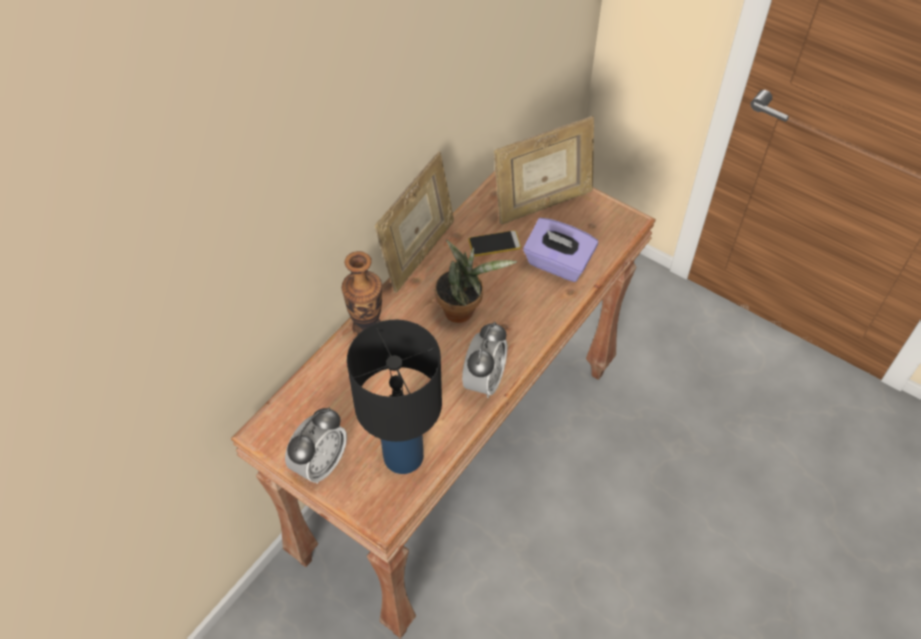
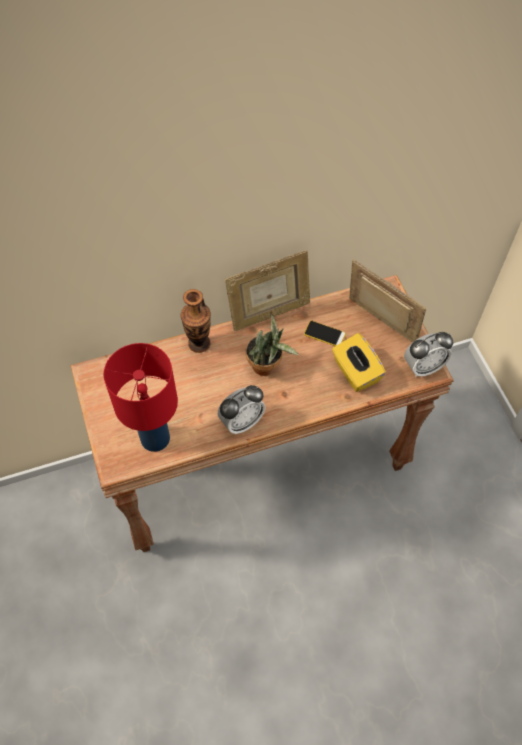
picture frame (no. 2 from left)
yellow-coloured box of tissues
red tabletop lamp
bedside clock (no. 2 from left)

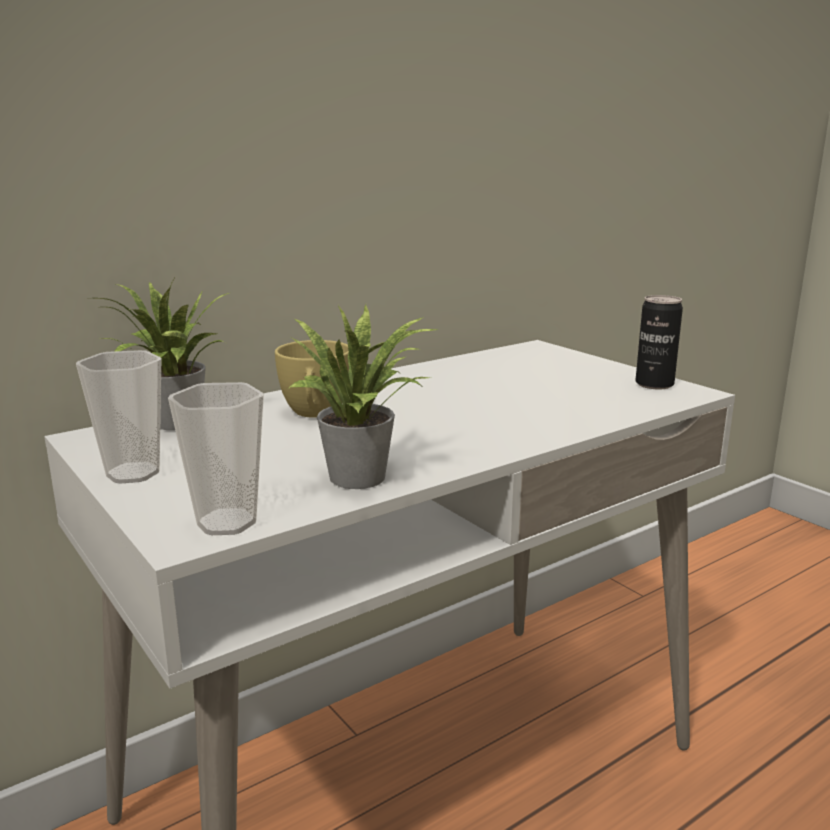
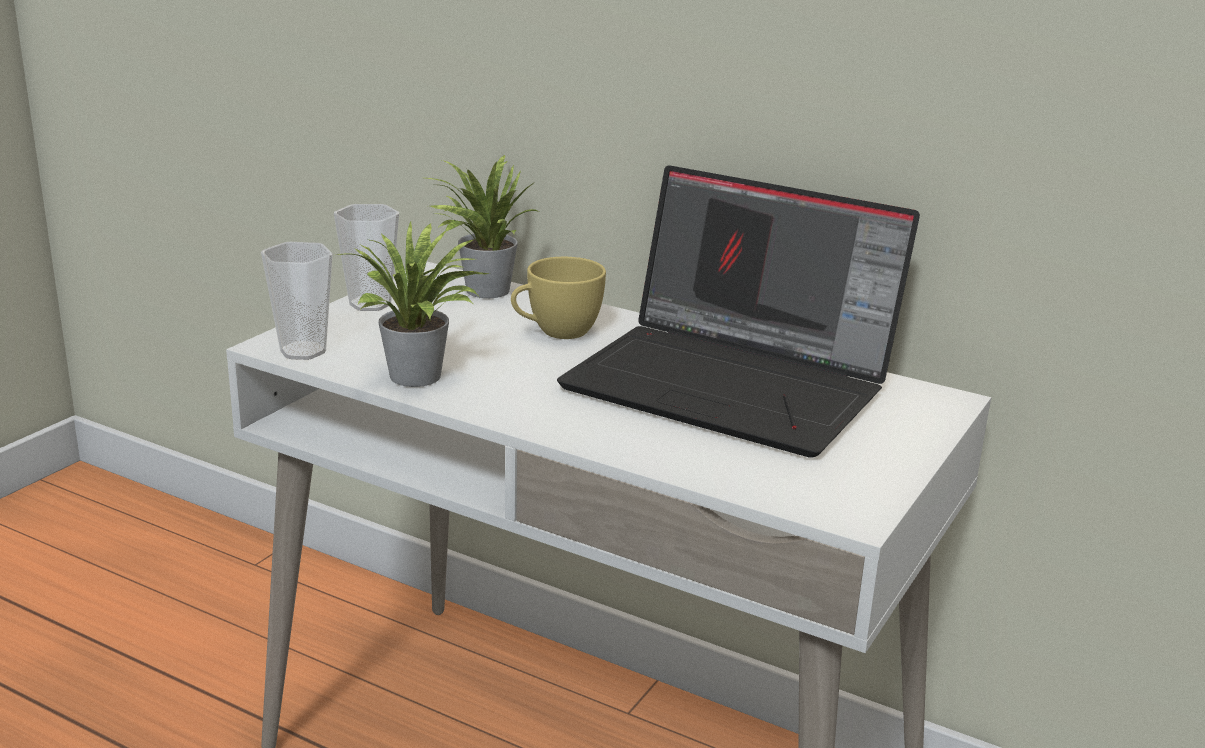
sealed can
laptop

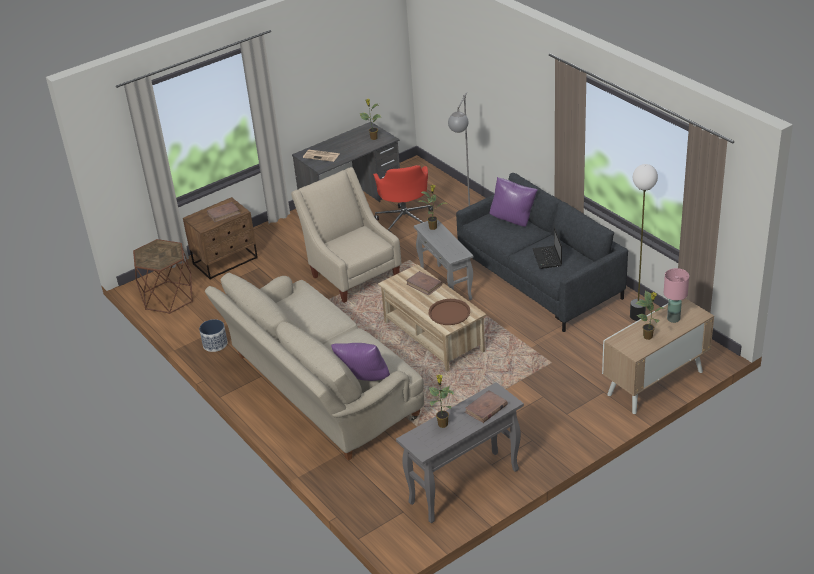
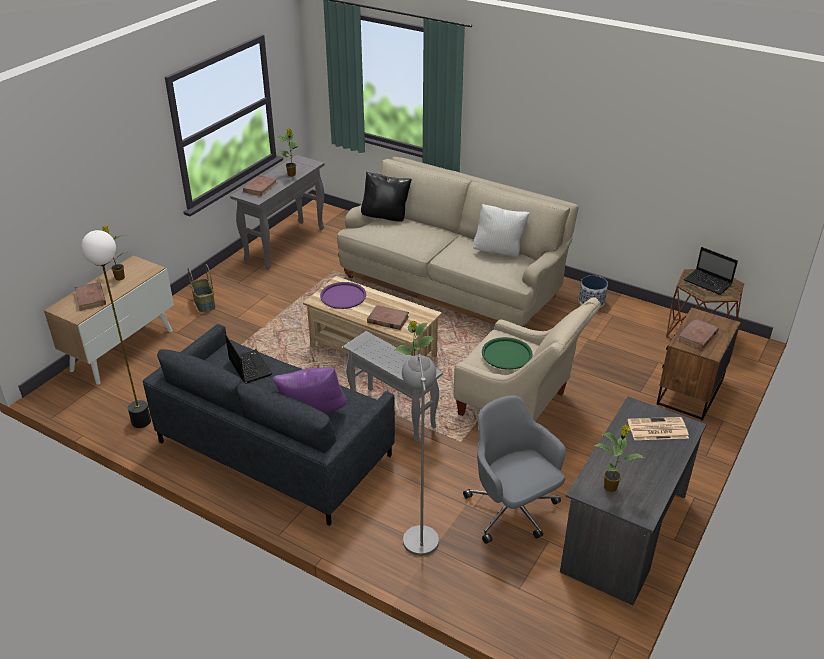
greyish computer chair
brown-coloured volume (no. 1 from left)
purplish carrying tray
blackish cushion
white cushion
laptop (no. 2 from left)
basket
green-coloured carrying tray

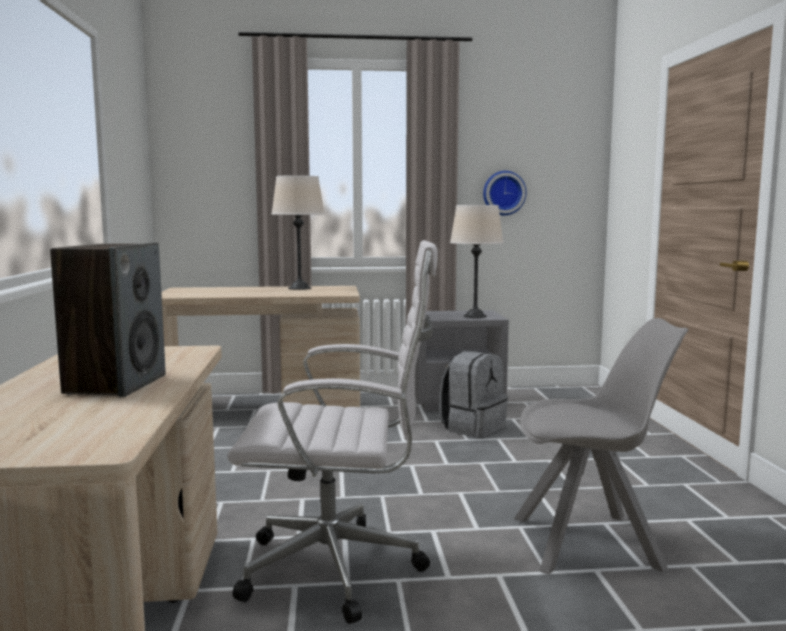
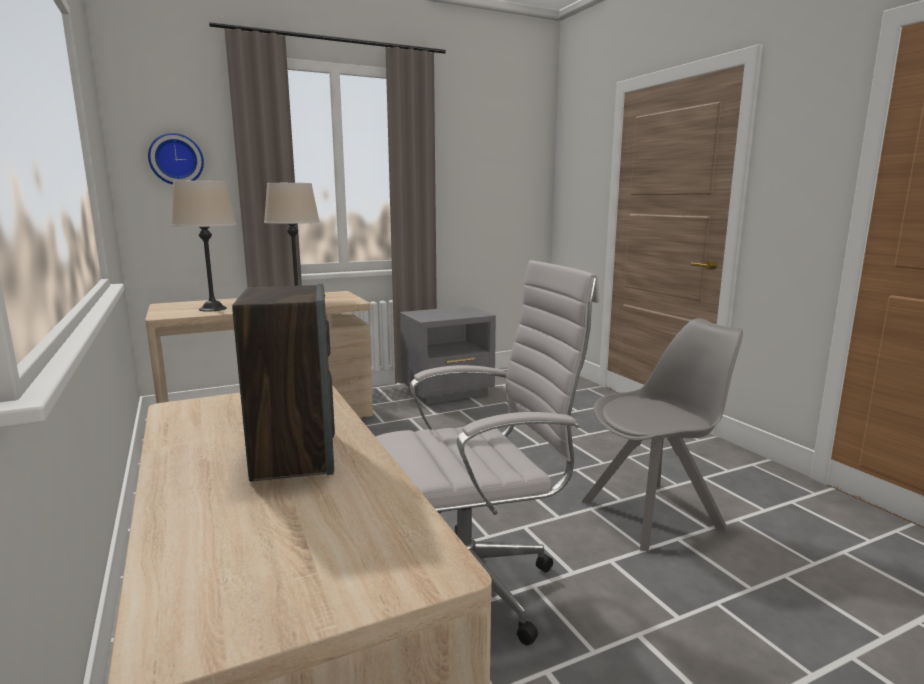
hanging clock
beige-coloured tabletop lamp (no. 1 from left)
greyish knapsack

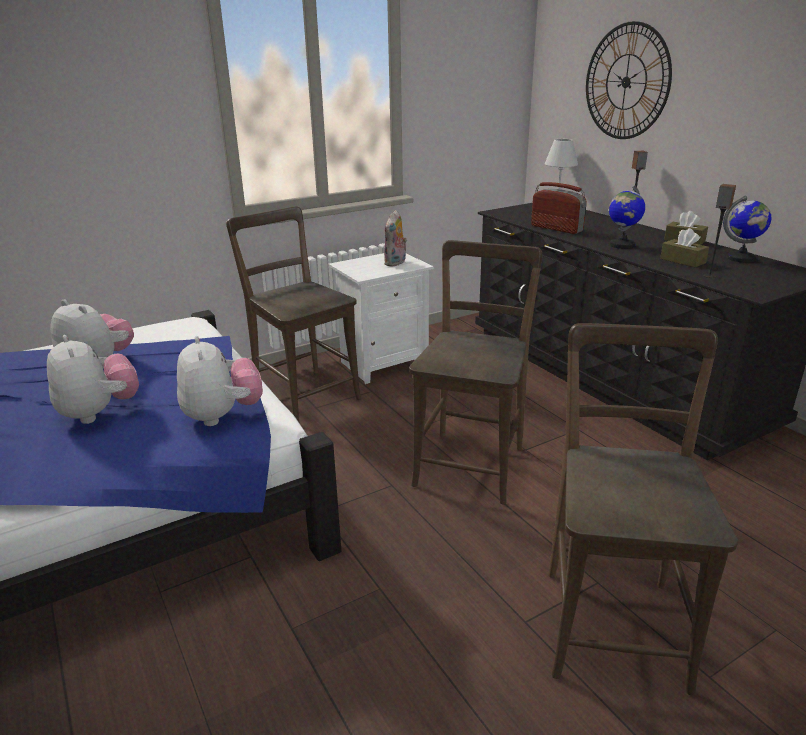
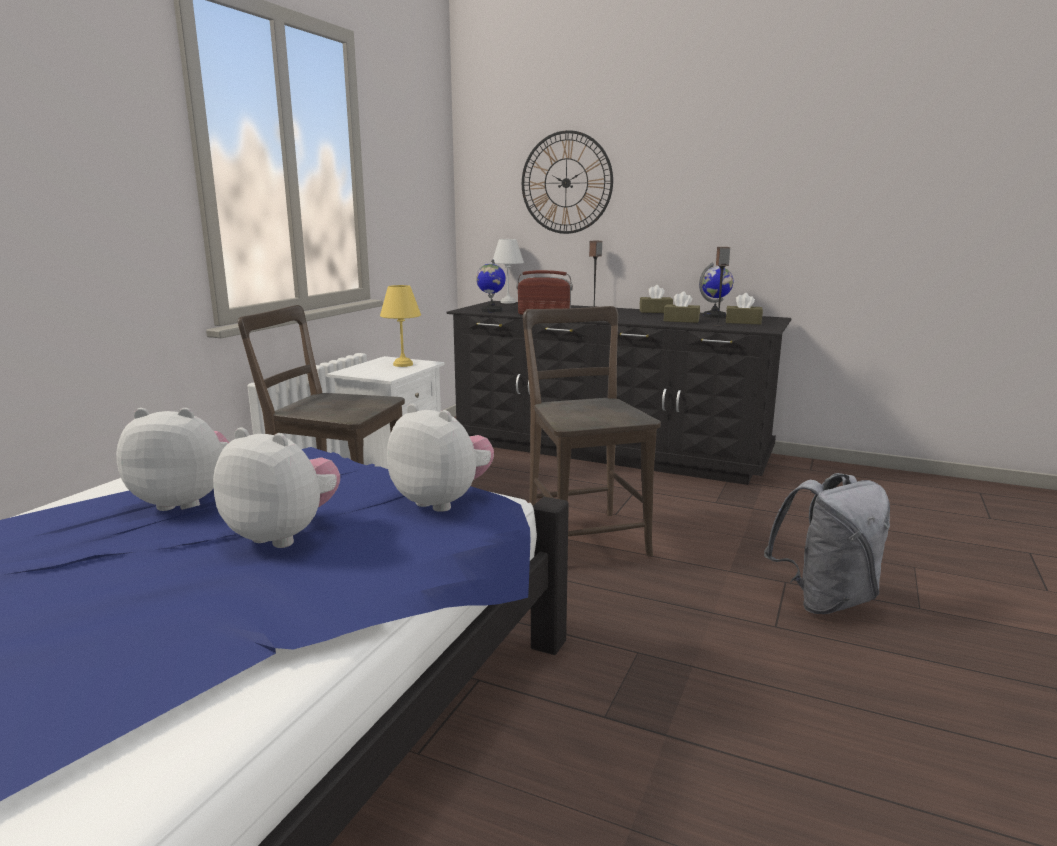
world globe (no. 1 from left)
yellow-coloured tabletop lamp
greyish knapsack
brown-coloured box of tissues (no. 3 from left)

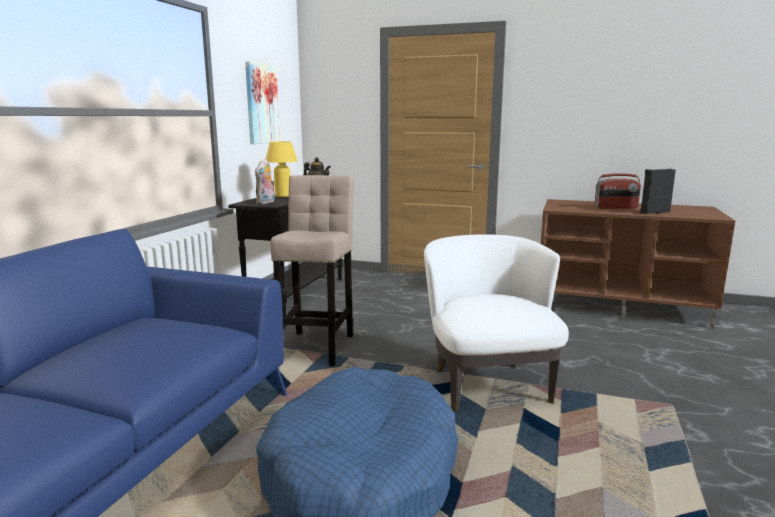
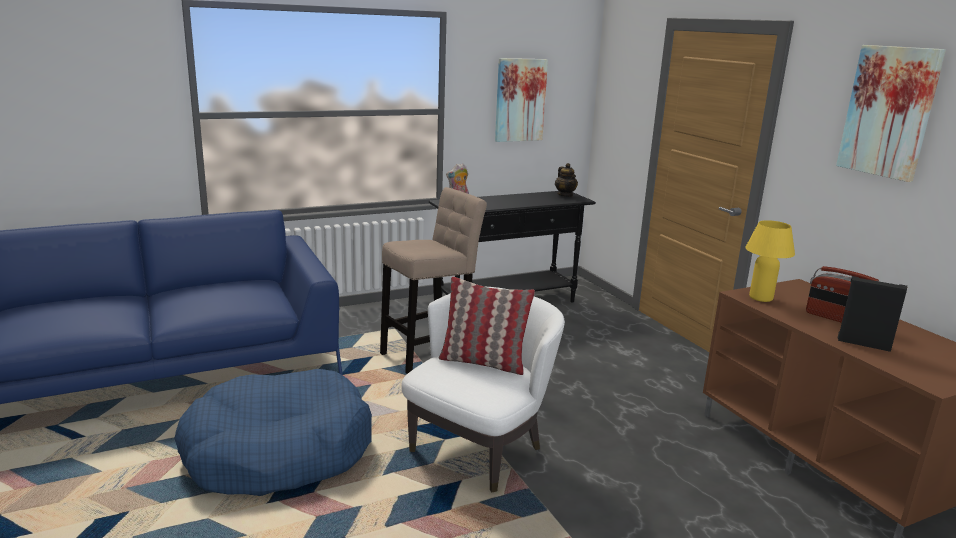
yellow-coloured tabletop lamp
picture (no. 2 from left)
cushion

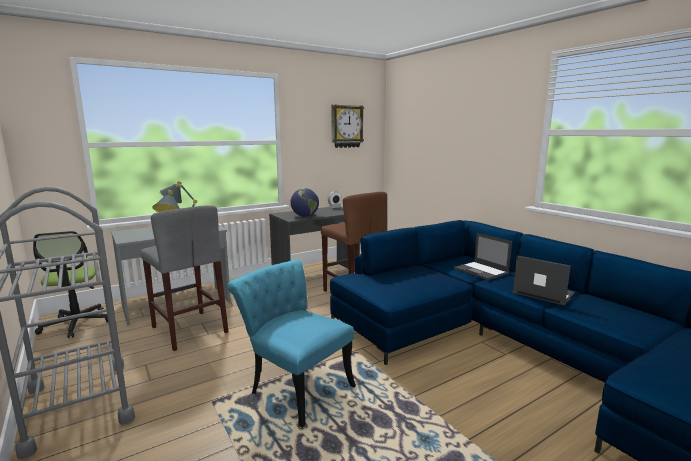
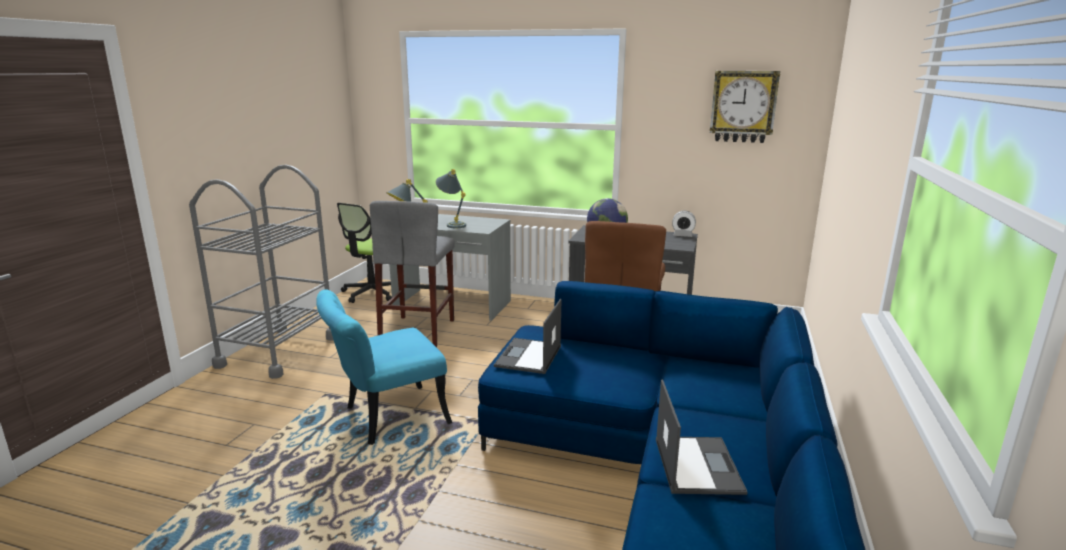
laptop (no. 1 from left)
turquoise-coloured plain chair

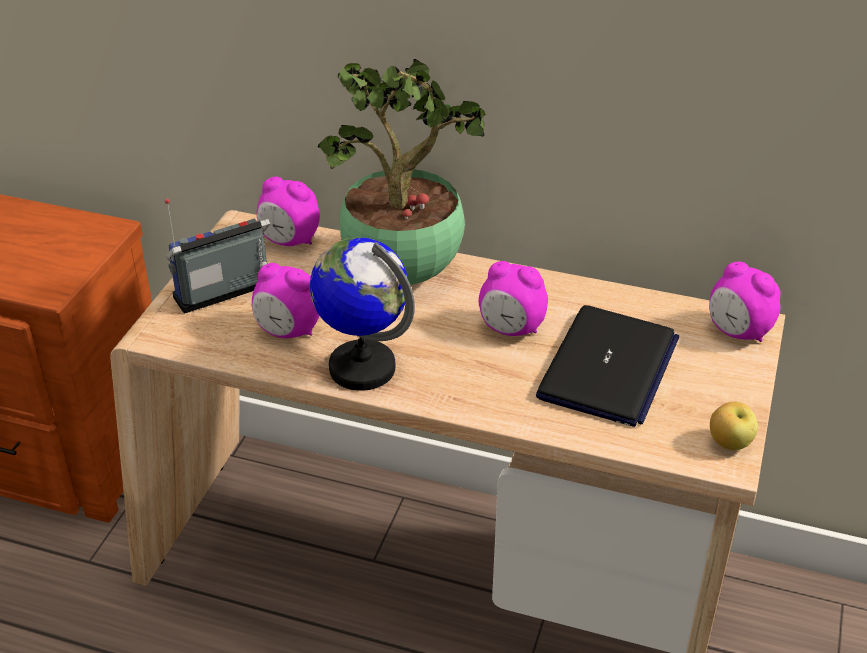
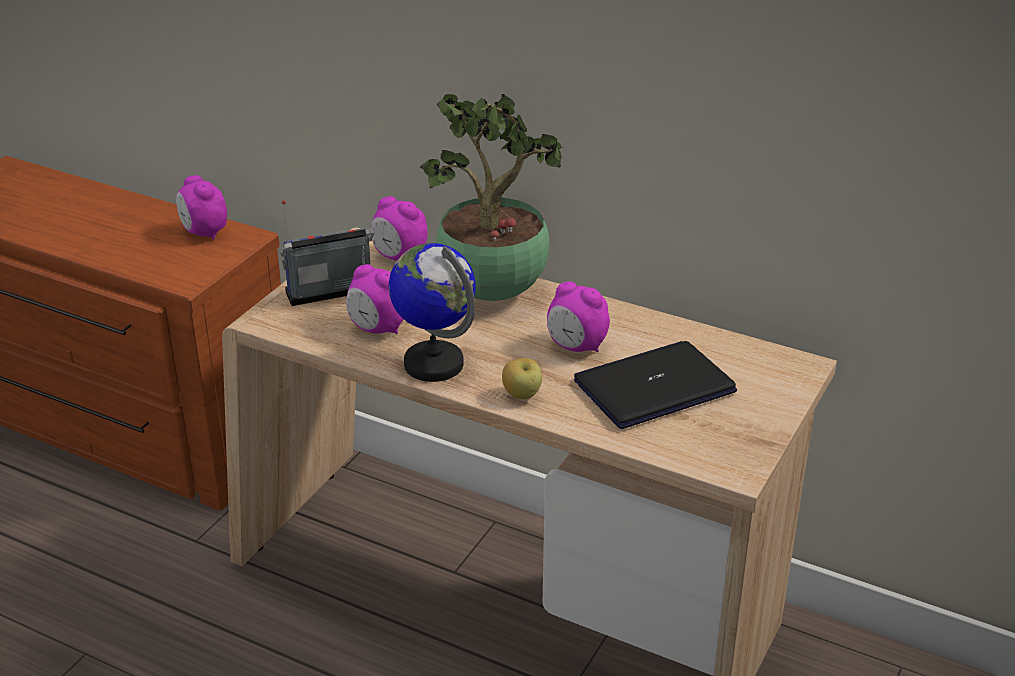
bedside clock (no. 1 from left)
laptop
apple

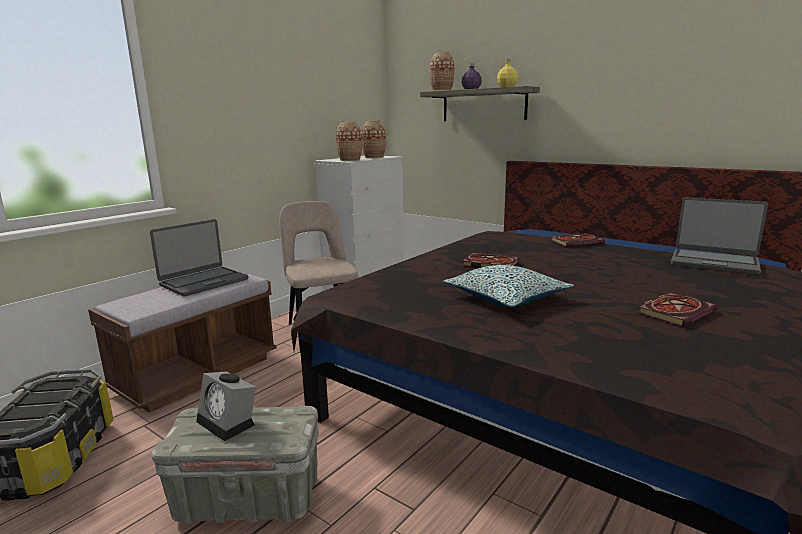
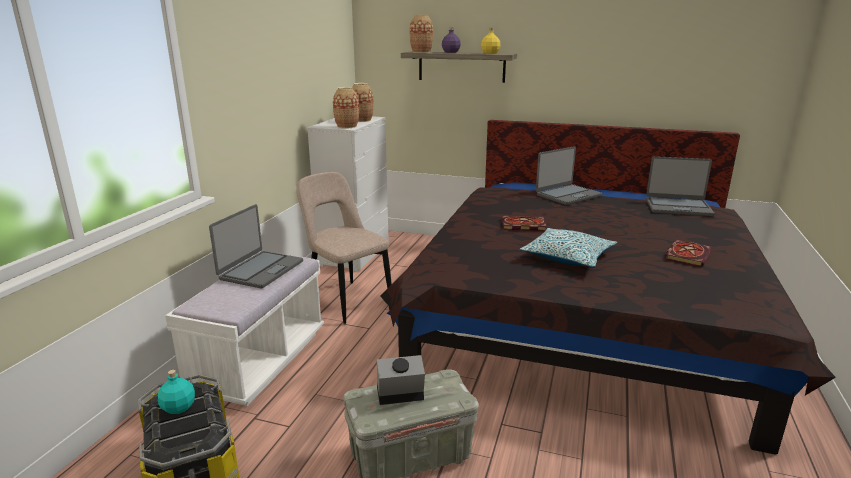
laptop (no. 2 from left)
white indoor bench
bedside clock
turquoise-coloured beverage bottle

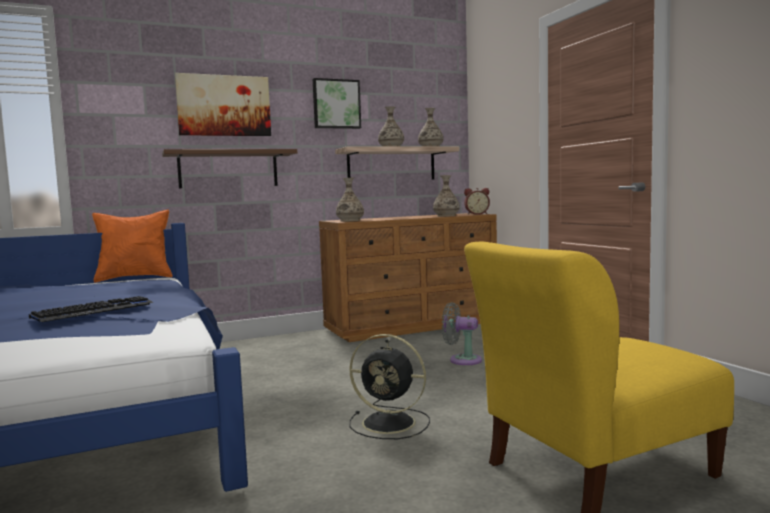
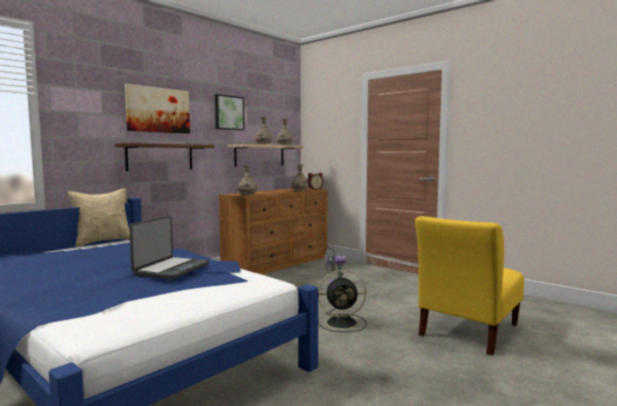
beige-coloured cushion
laptop

